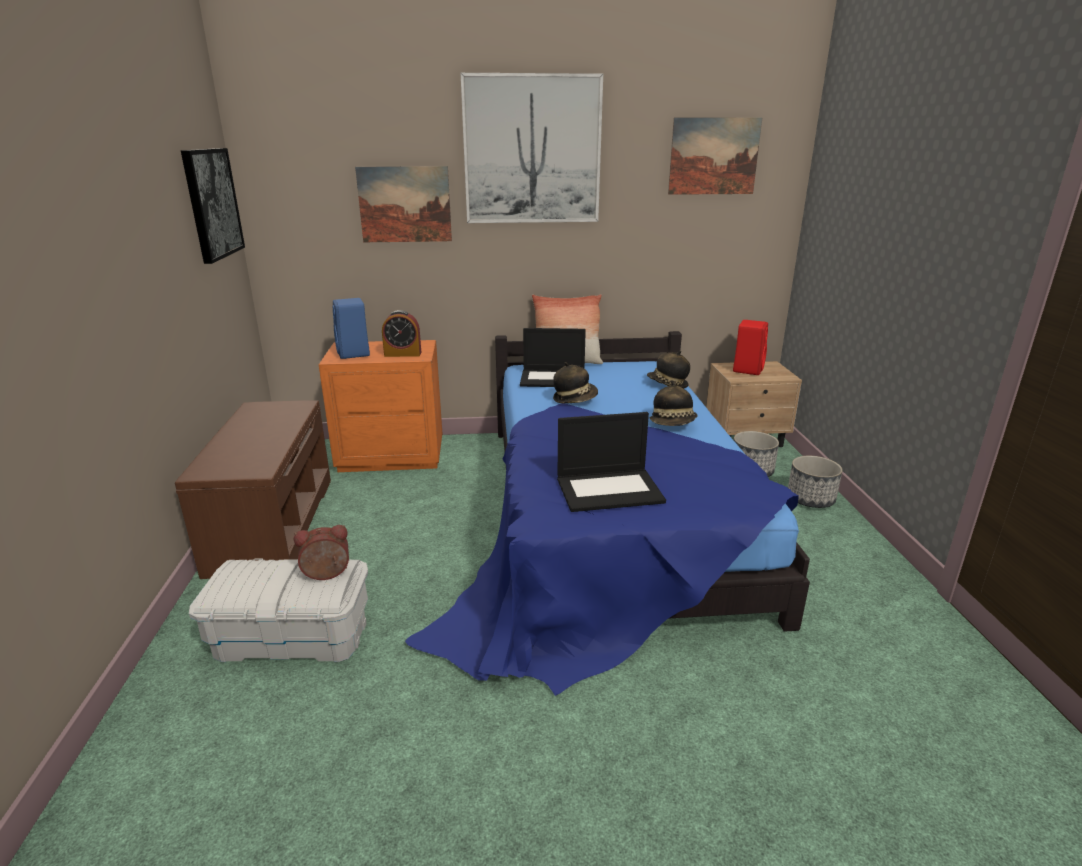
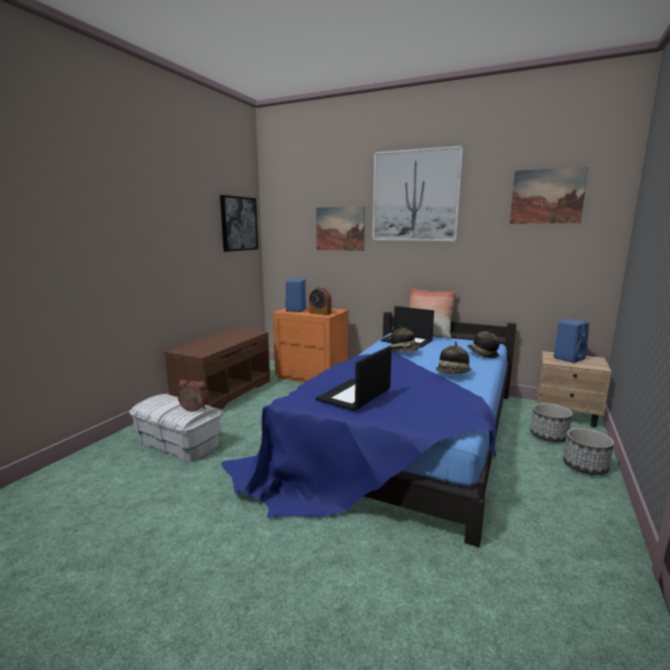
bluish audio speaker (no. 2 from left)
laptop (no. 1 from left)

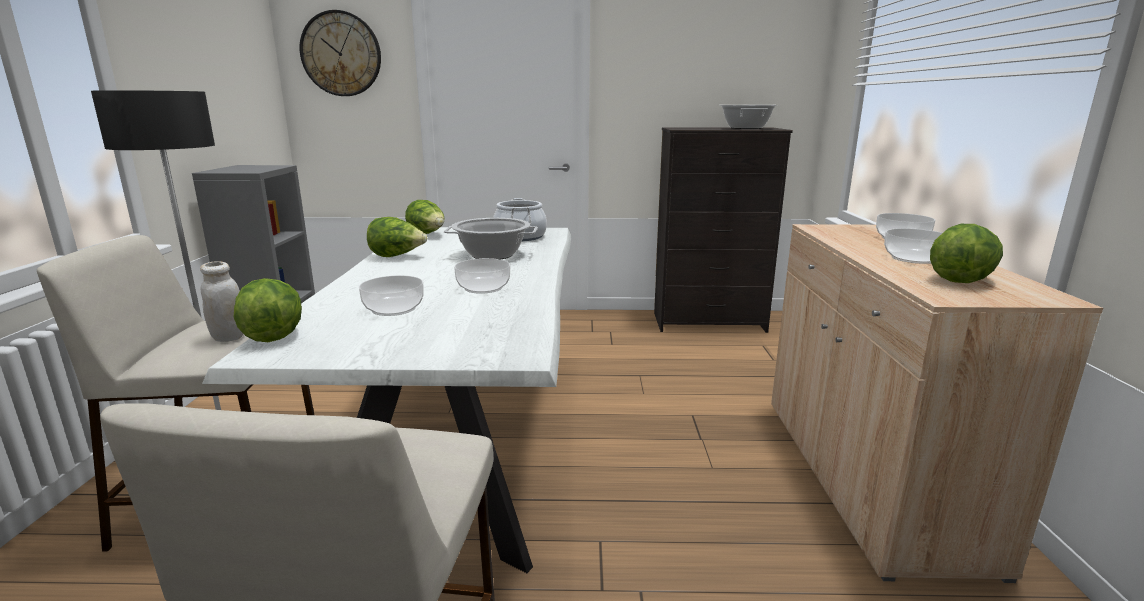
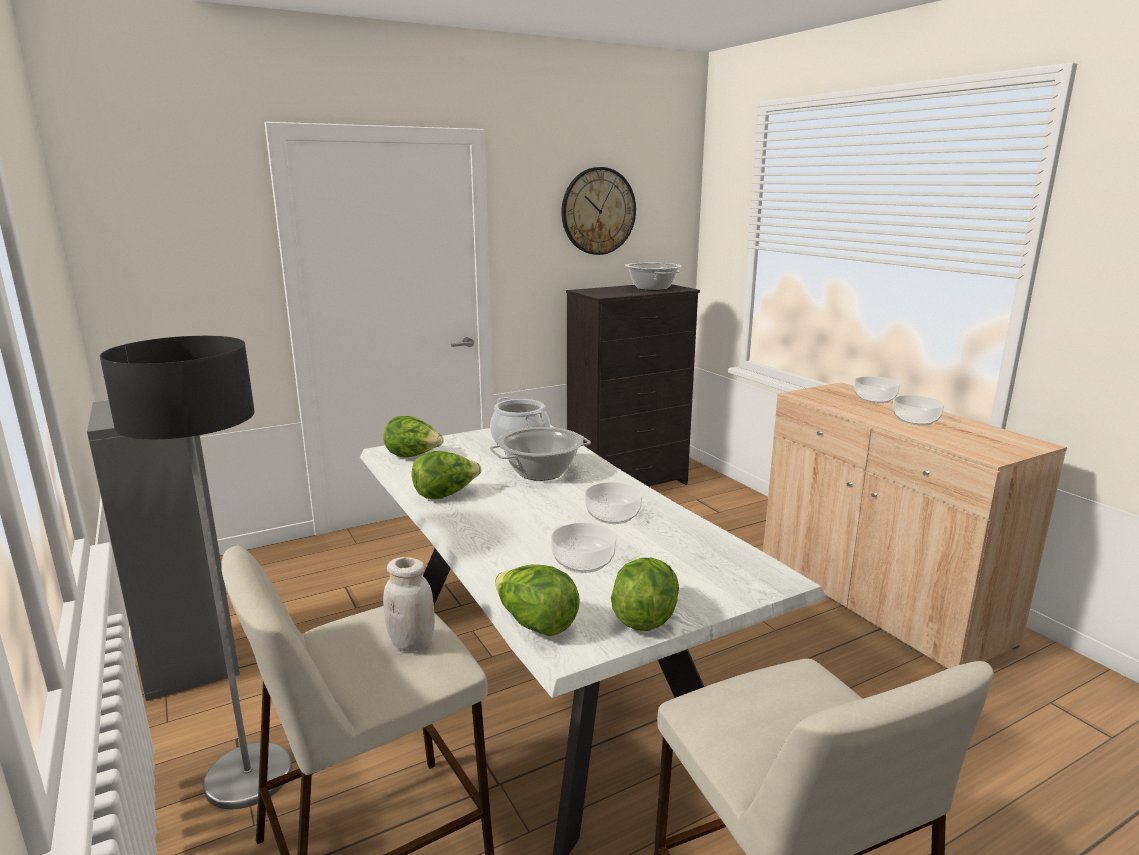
hanging clock
head of lettuce (no. 4 from left)

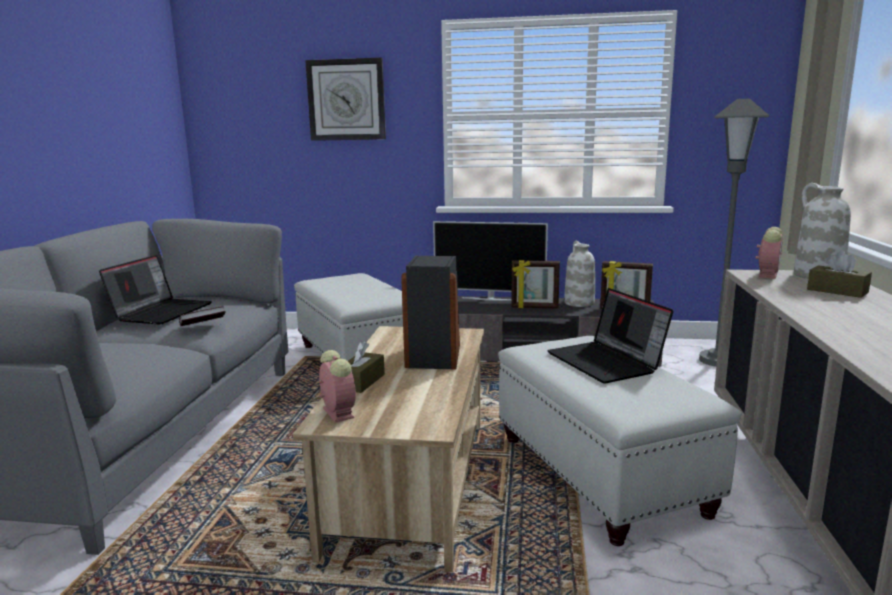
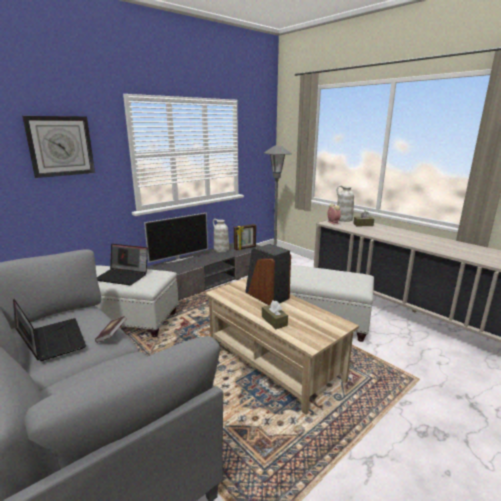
picture frame (no. 1 from left in the first image)
laptop (no. 2 from left)
bedside clock (no. 1 from left in the first image)

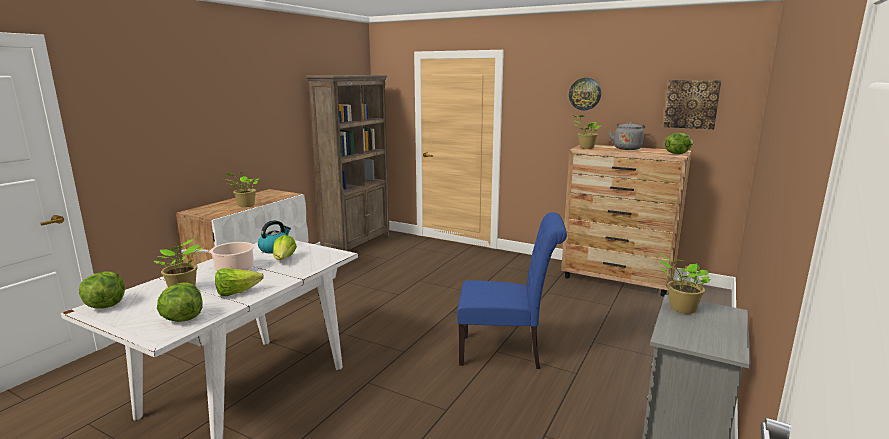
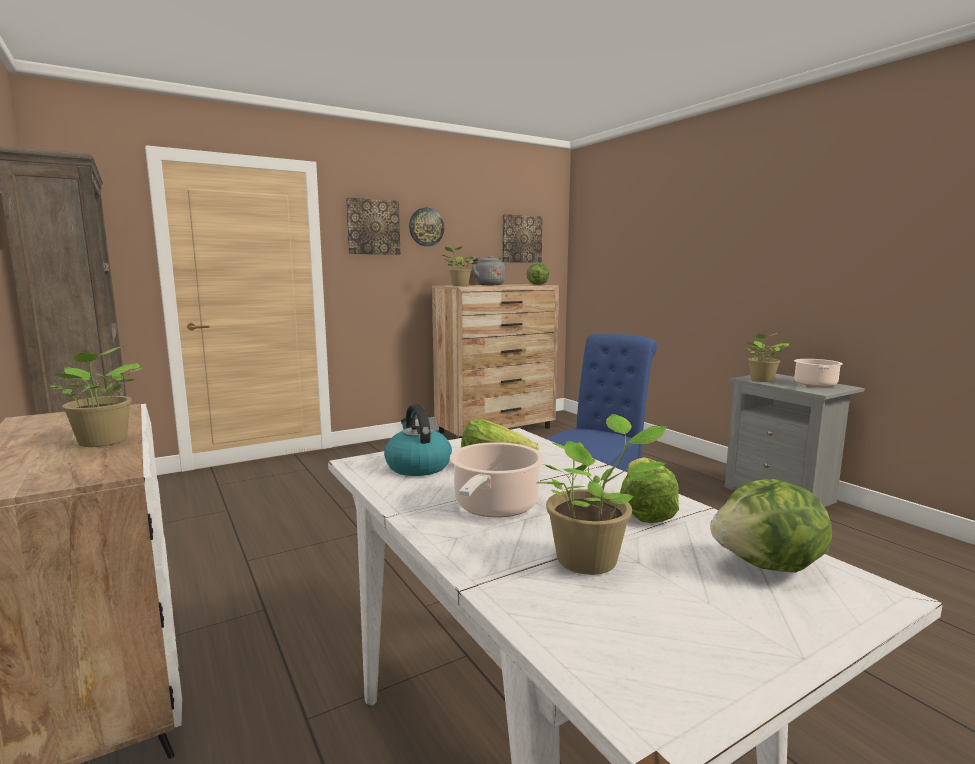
head of lettuce (no. 1 from left in the first image)
picture (no. 1 from left)
saucepot (no. 2 from left)

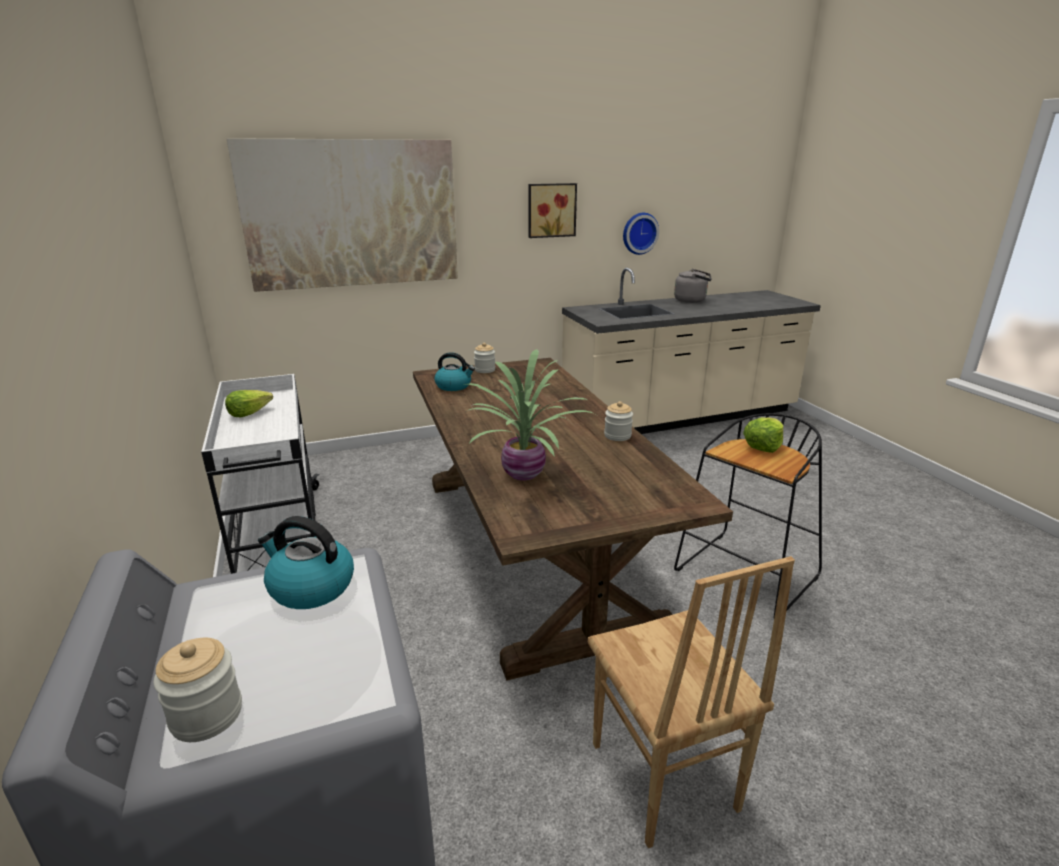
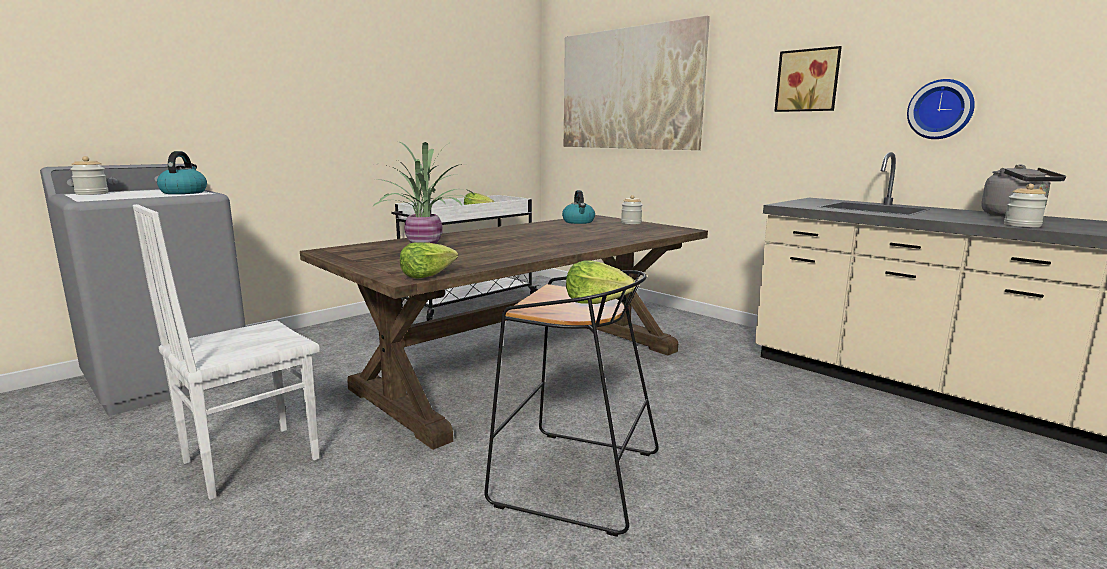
preserve jar (no. 3 from left)
white plain chair
head of lettuce (no. 1 from left)

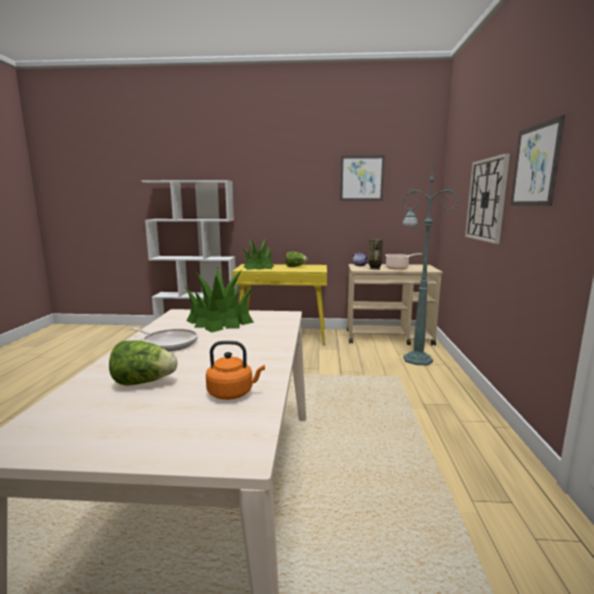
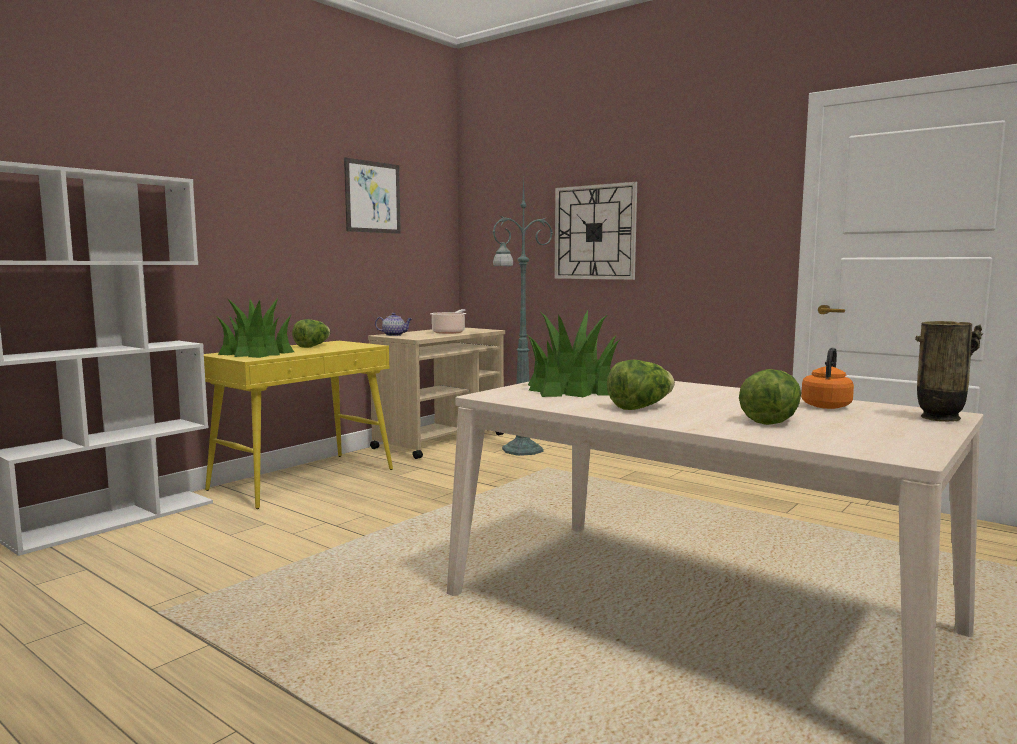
picture (no. 2 from left in the first image)
decorative vase
head of lettuce (no. 2 from left)

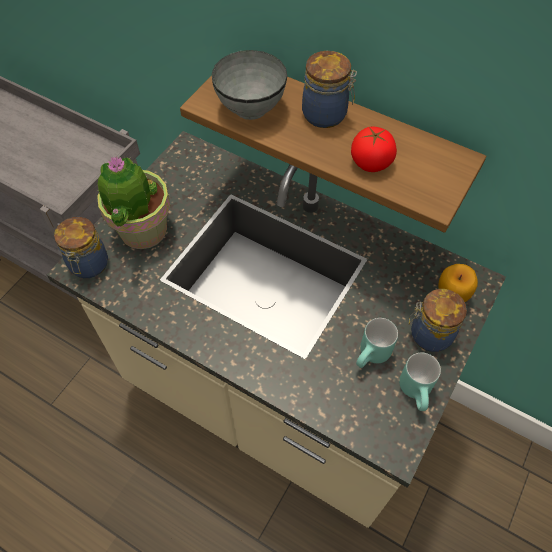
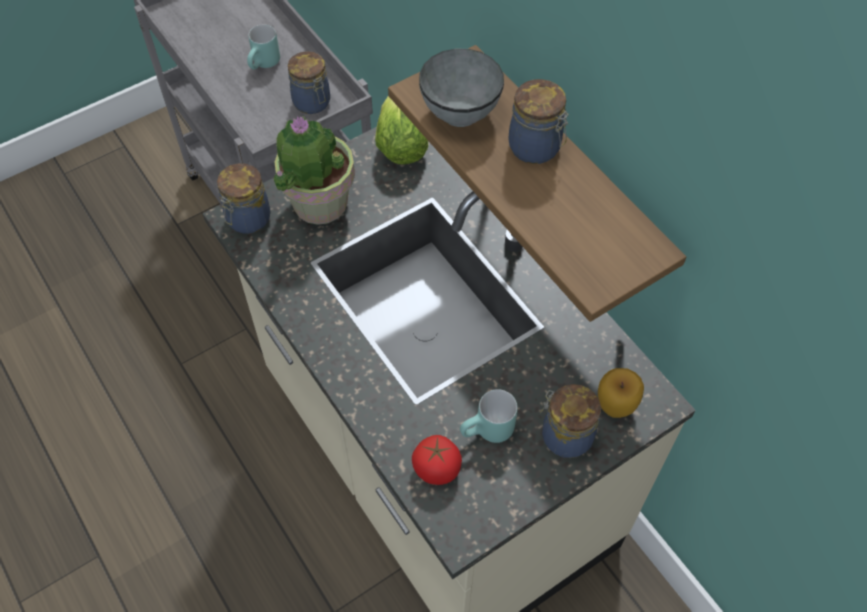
whole tomato
turquoise-coloured tea mug (no. 1 from left)
preserve jar (no. 2 from left)
head of lettuce

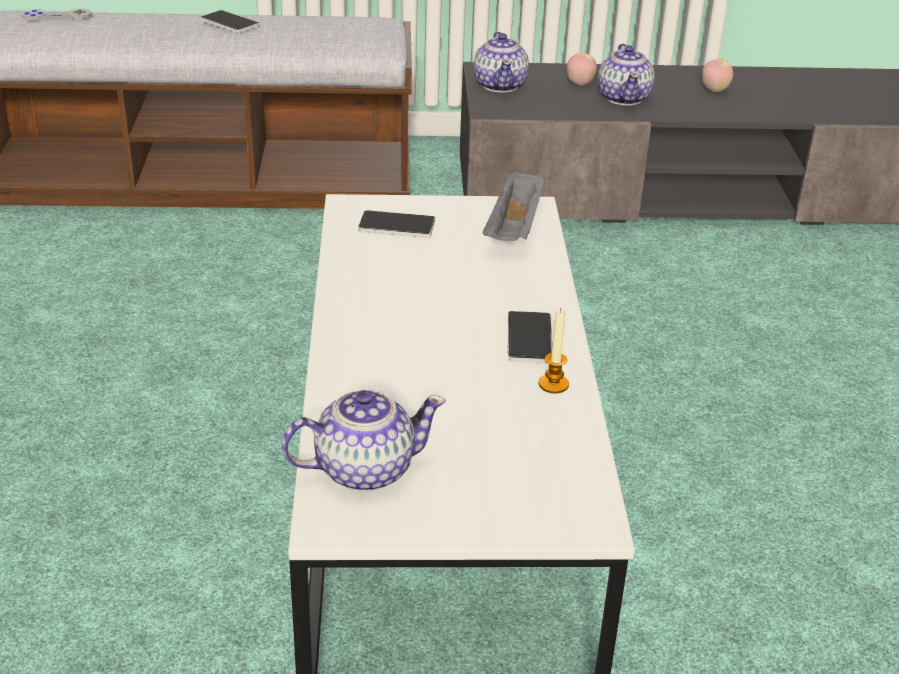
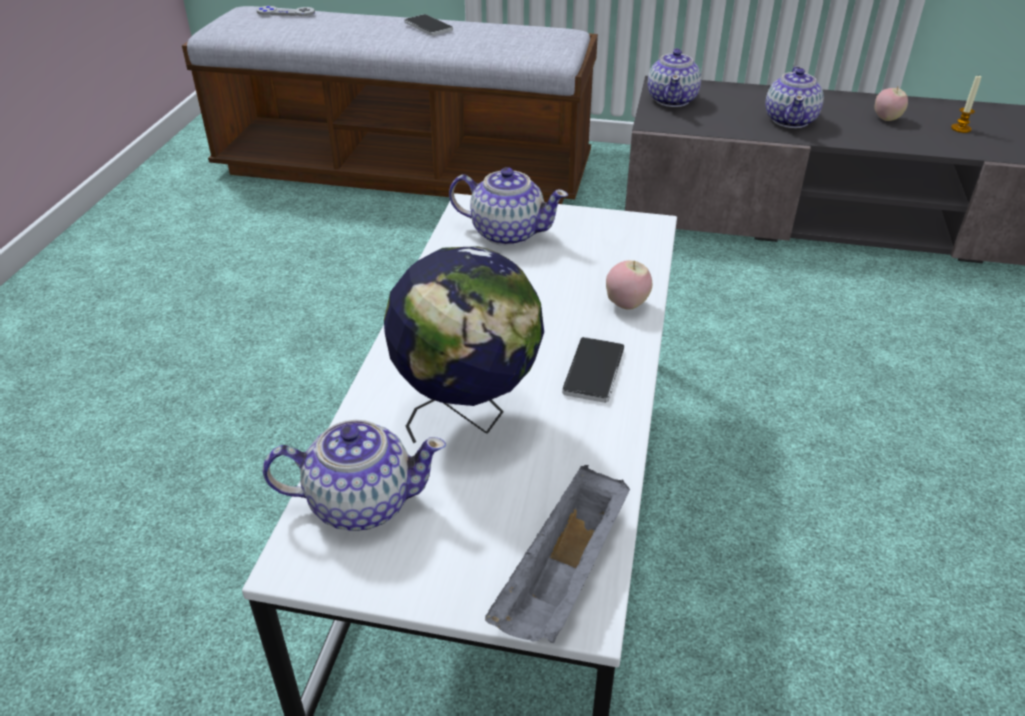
apple (no. 1 from left)
greyish carrying tray
teapot (no. 2 from left)
wax candle
world globe

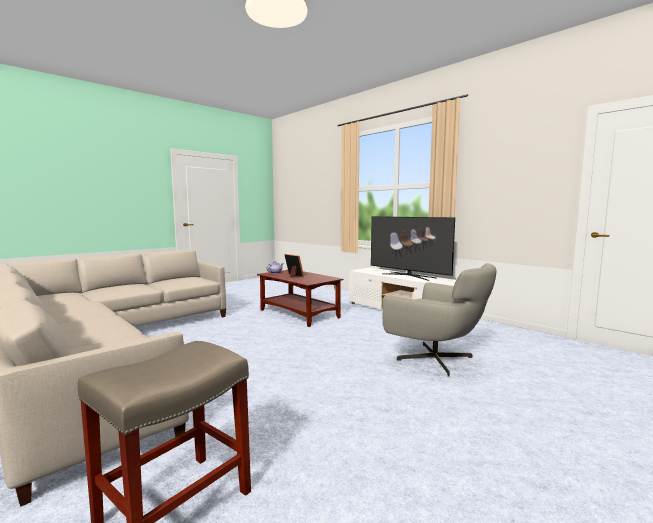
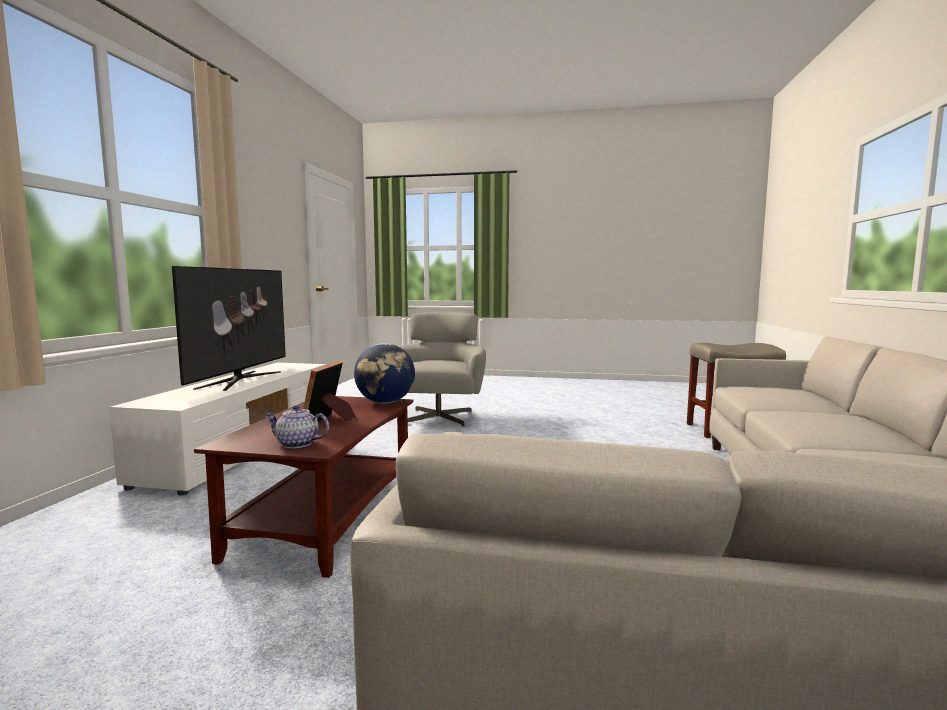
world globe

